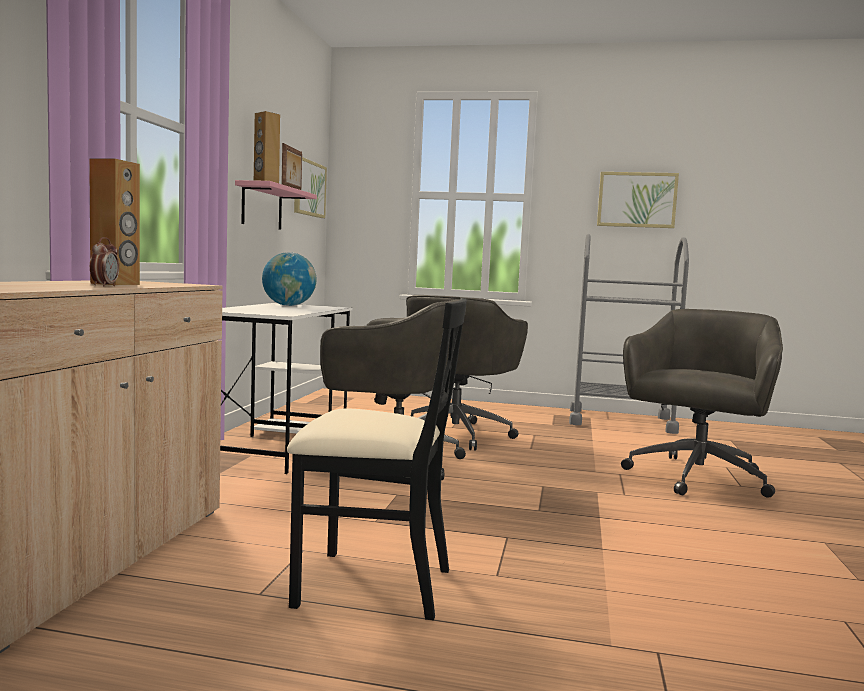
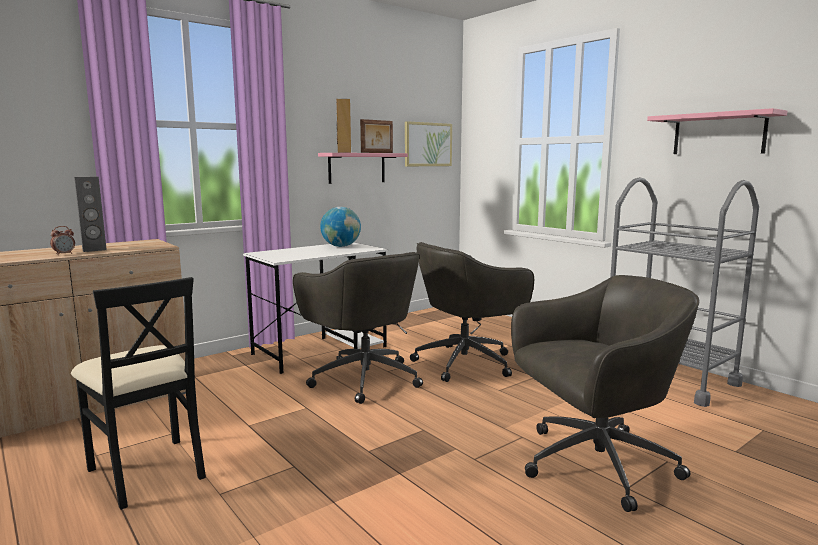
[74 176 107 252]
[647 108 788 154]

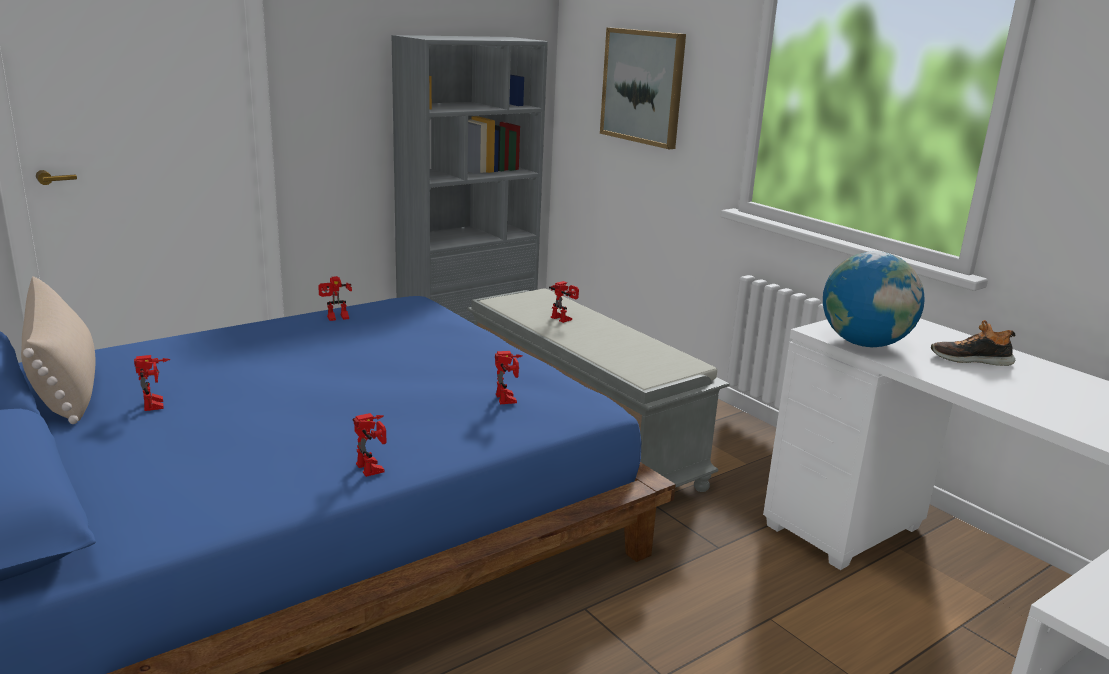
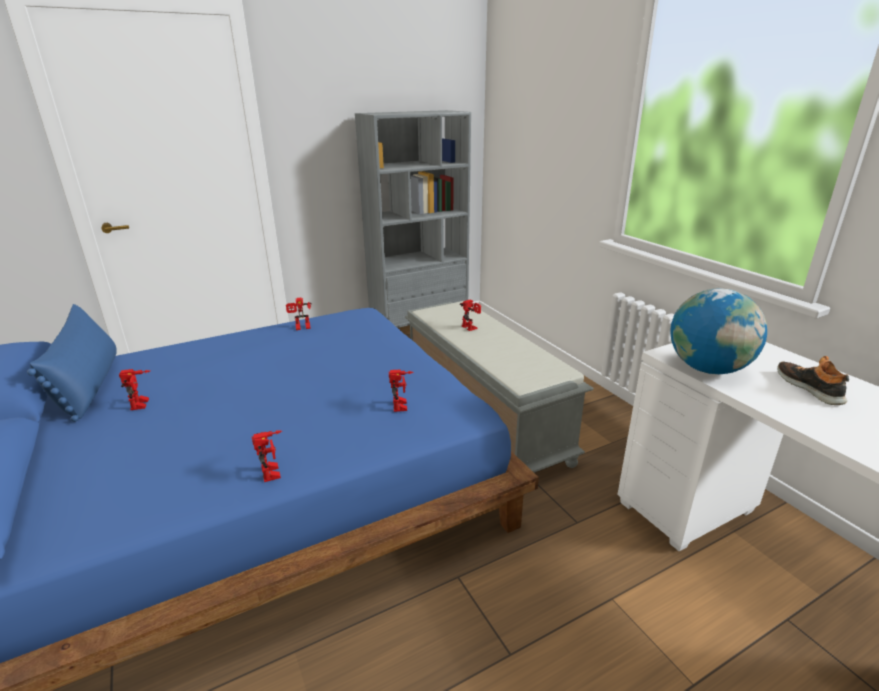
[27 304 117 422]
[777 356 849 405]
[600 28 686 149] (first image)

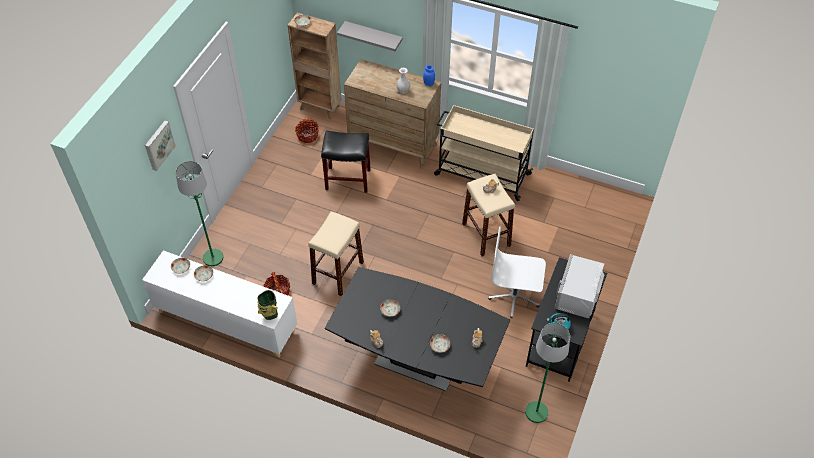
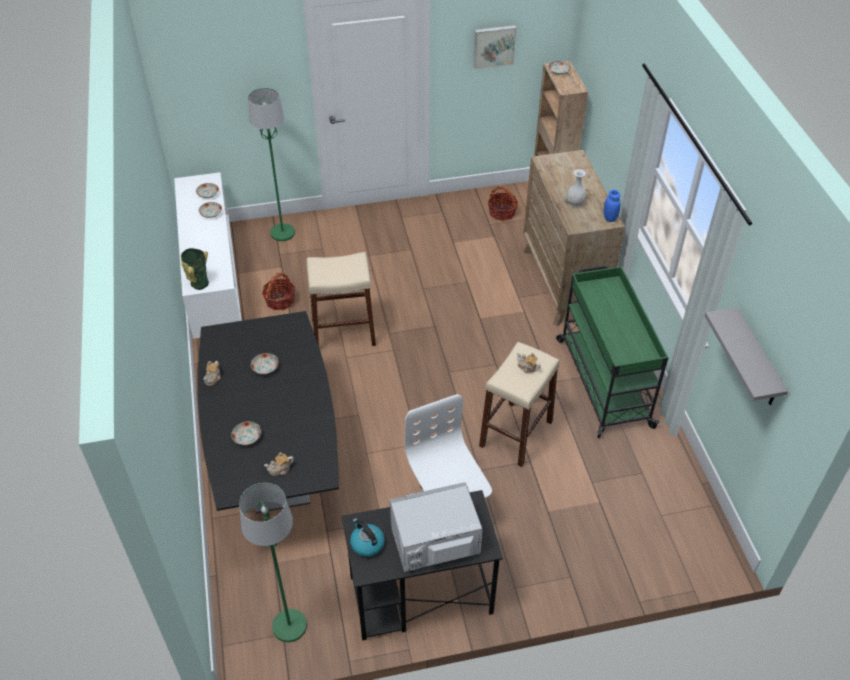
[473 25 516 69]
[556 265 668 438]
[705 307 788 405]
[321 131 371 193] (first image)

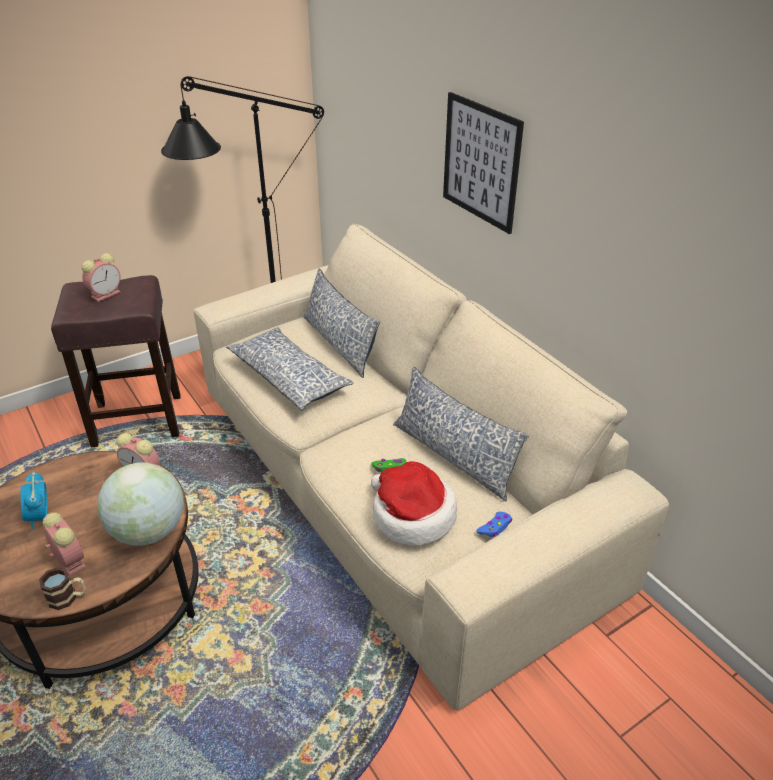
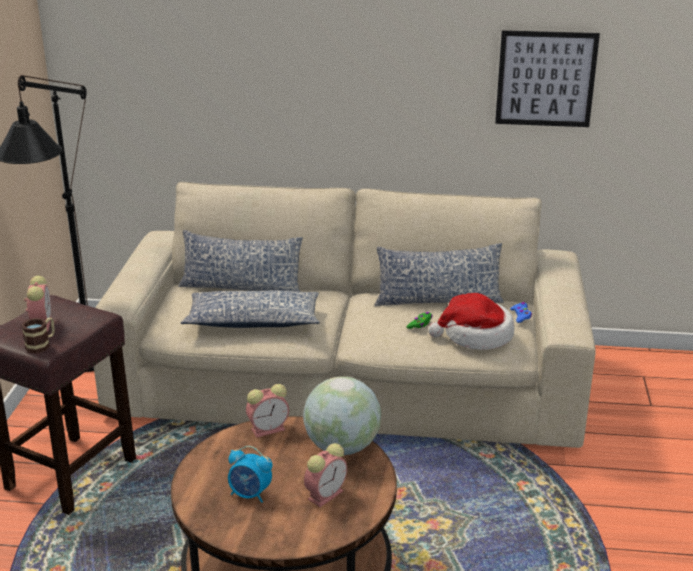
[21 318 55 353]
[304 443 347 507]
[495 30 600 127]

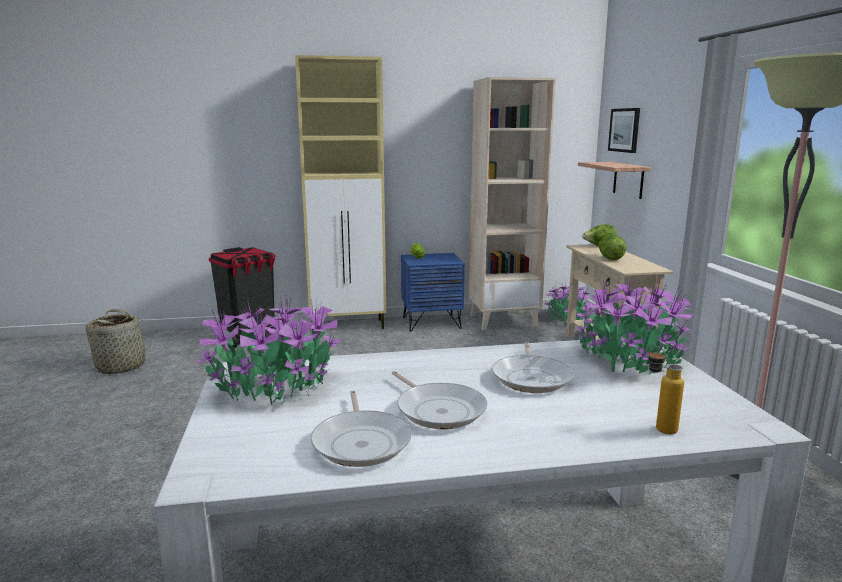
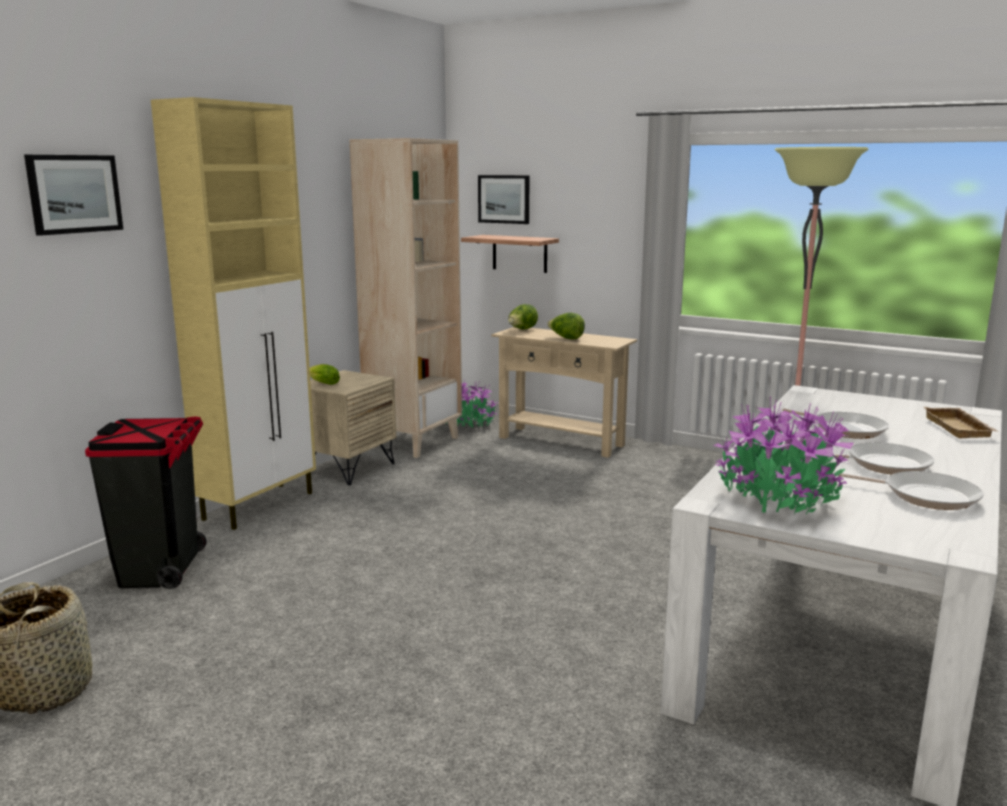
[24 155 123 236]
[310 370 396 485]
[924 407 997 438]
[575 279 694 375] (first image)

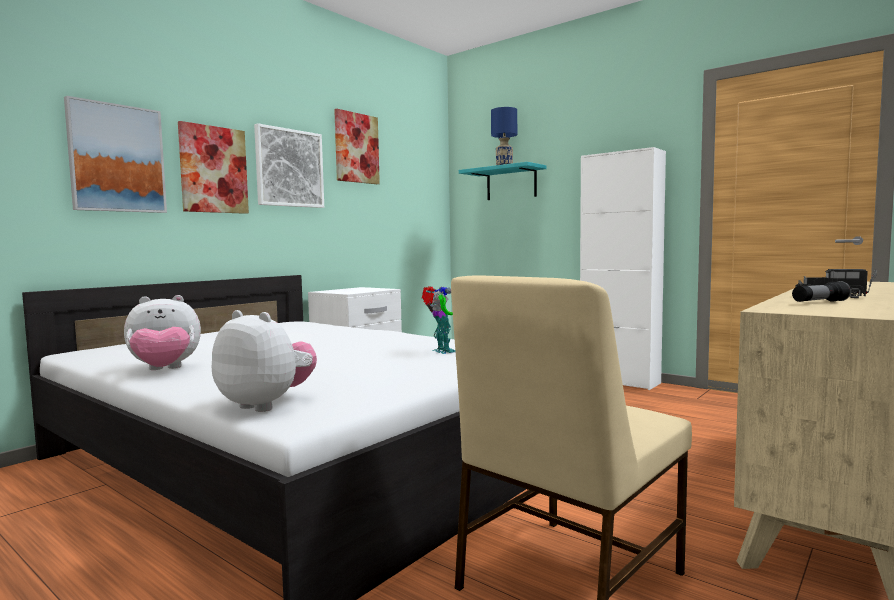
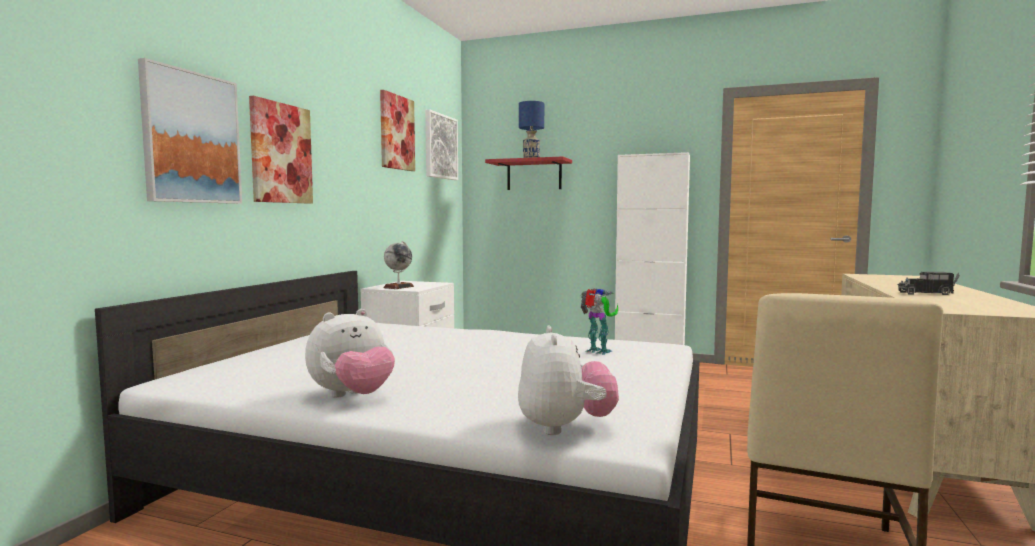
[383 241 414 289]
[425 109 458 180]
[485 156 572 190]
[518 326 619 435]
[792 281 851 302] (first image)

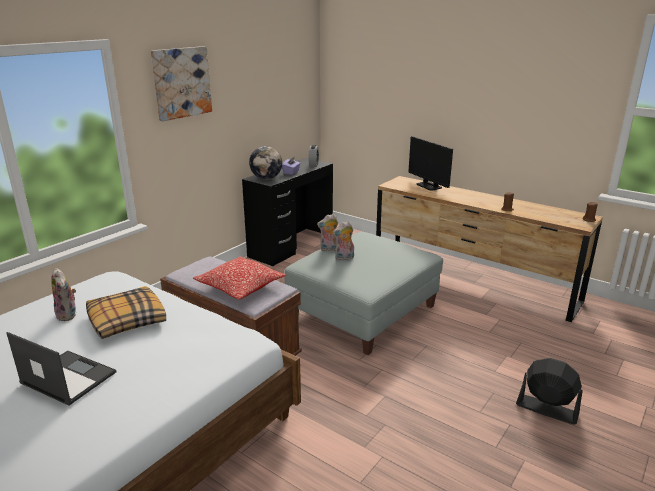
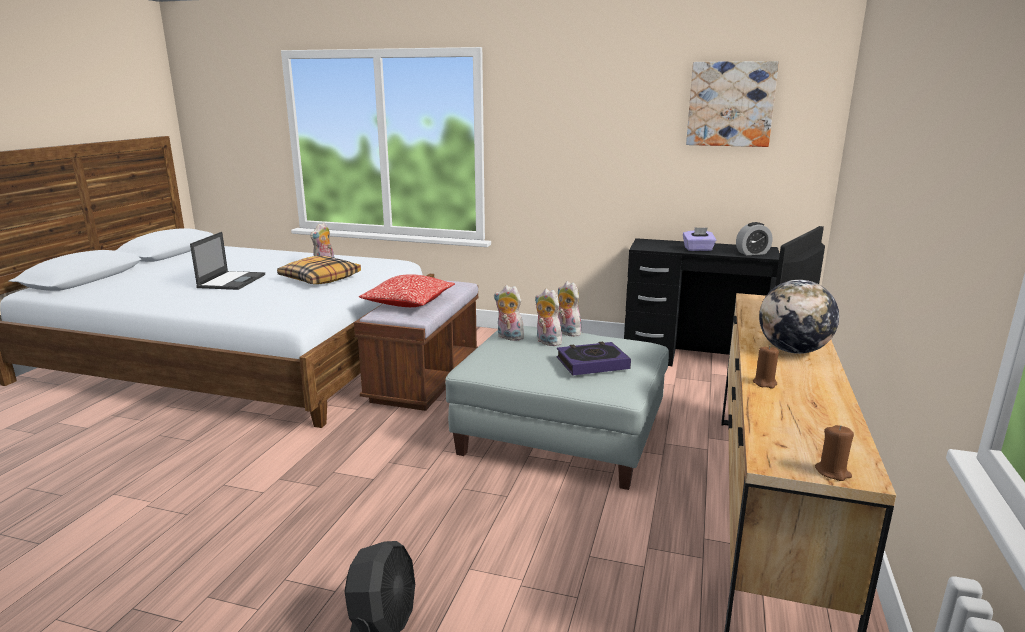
[494 285 524 341]
[557 342 631 375]
[686 61 779 147]
[759 280 839 354]

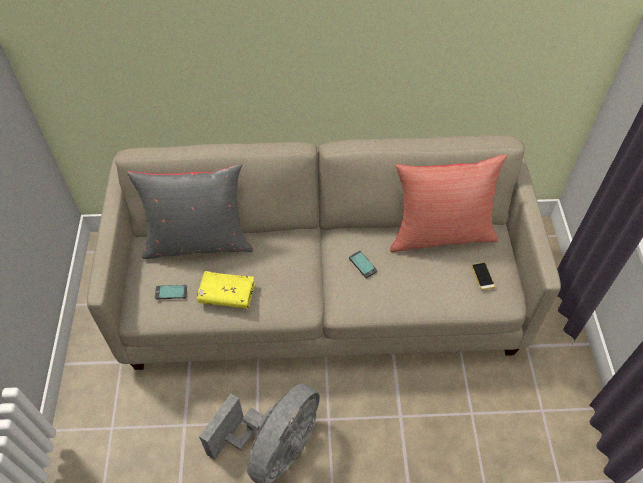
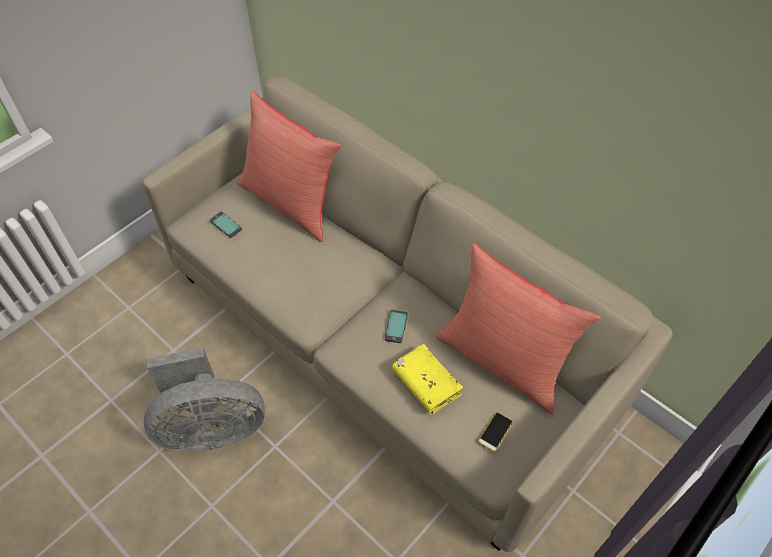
[237 91 341 242]
[391 344 463 414]

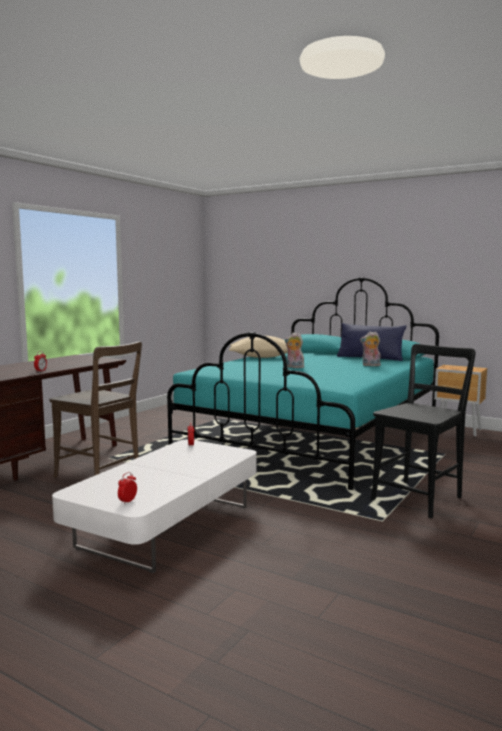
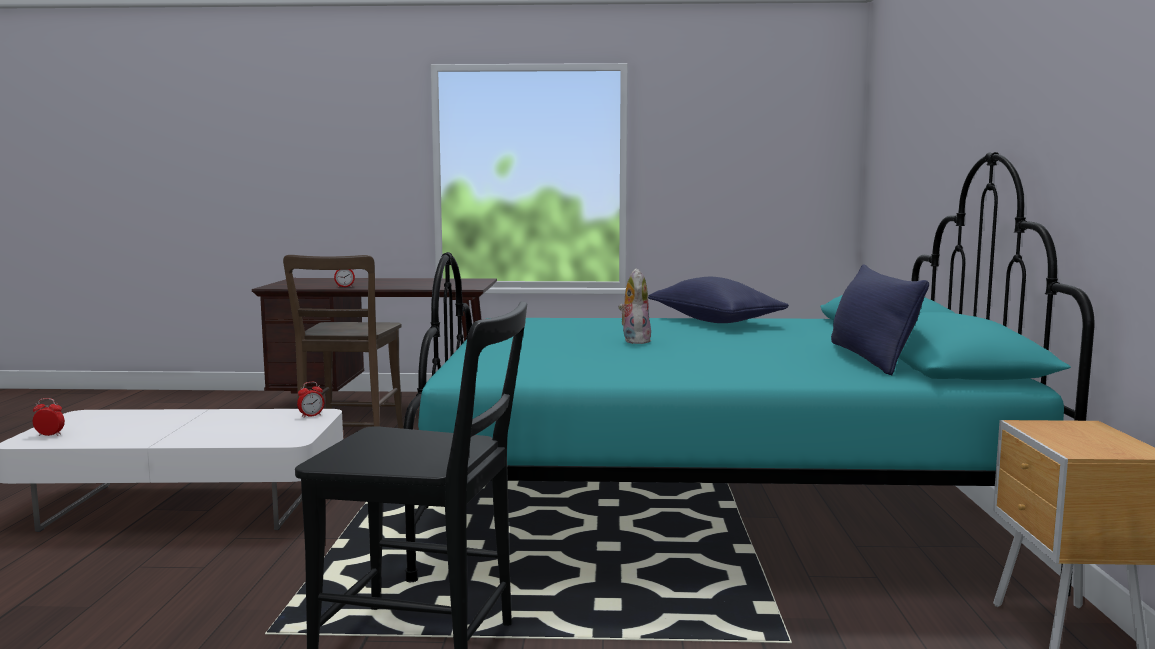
[648 277 789 323]
[360 331 381 366] (first image)

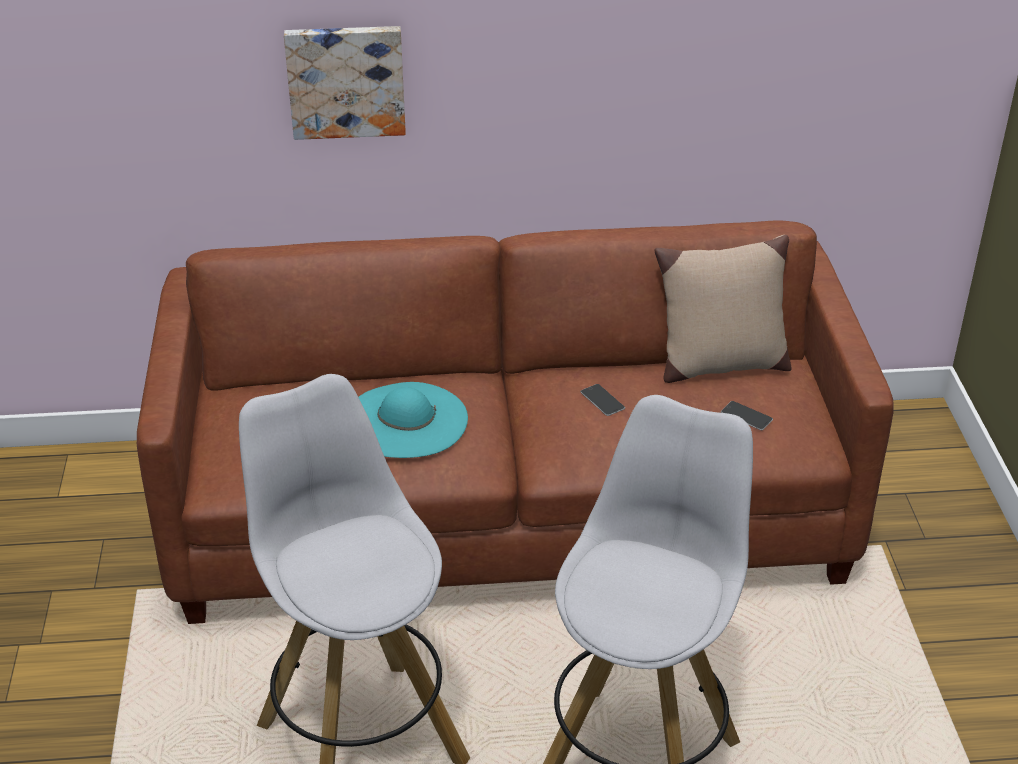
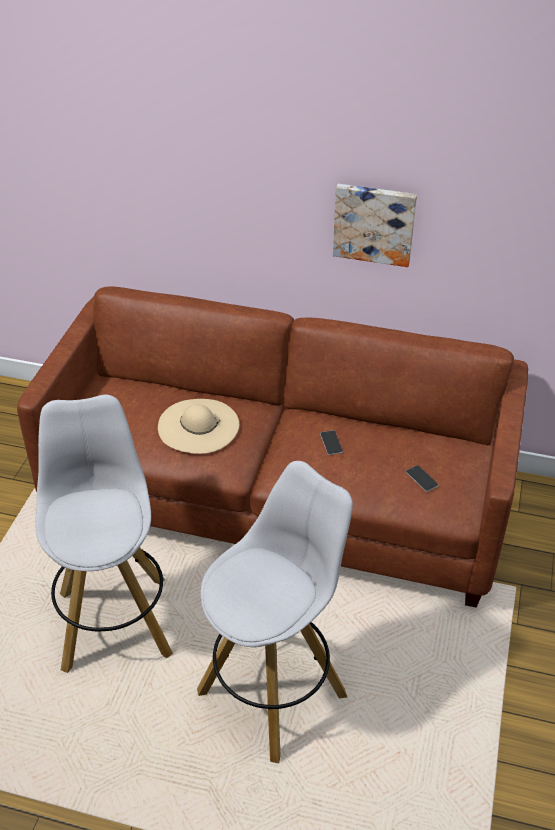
[158 399 239 454]
[333 184 417 267]
[654 235 791 383] (first image)

